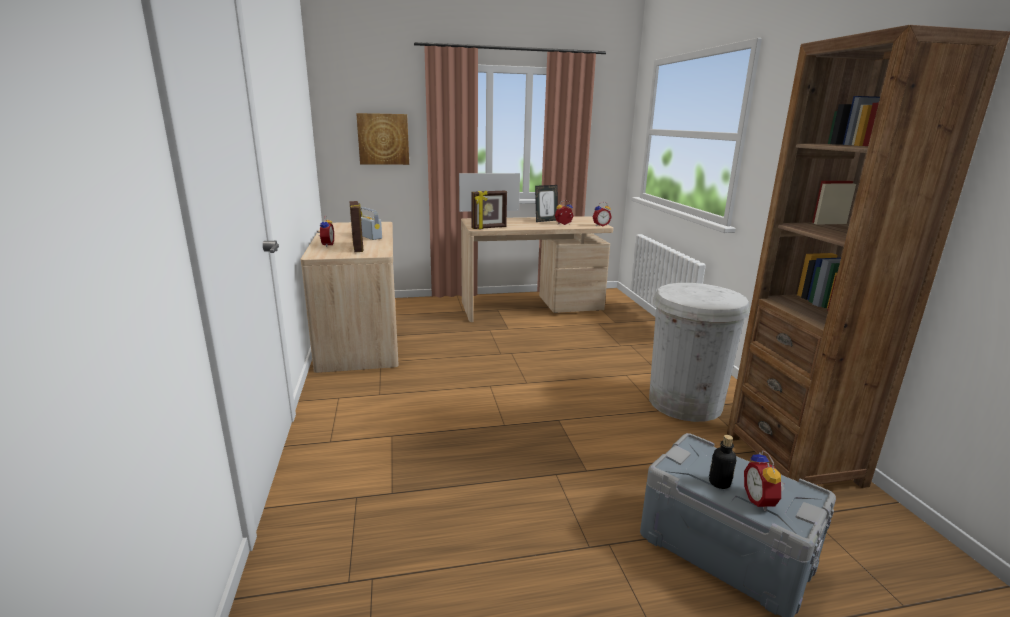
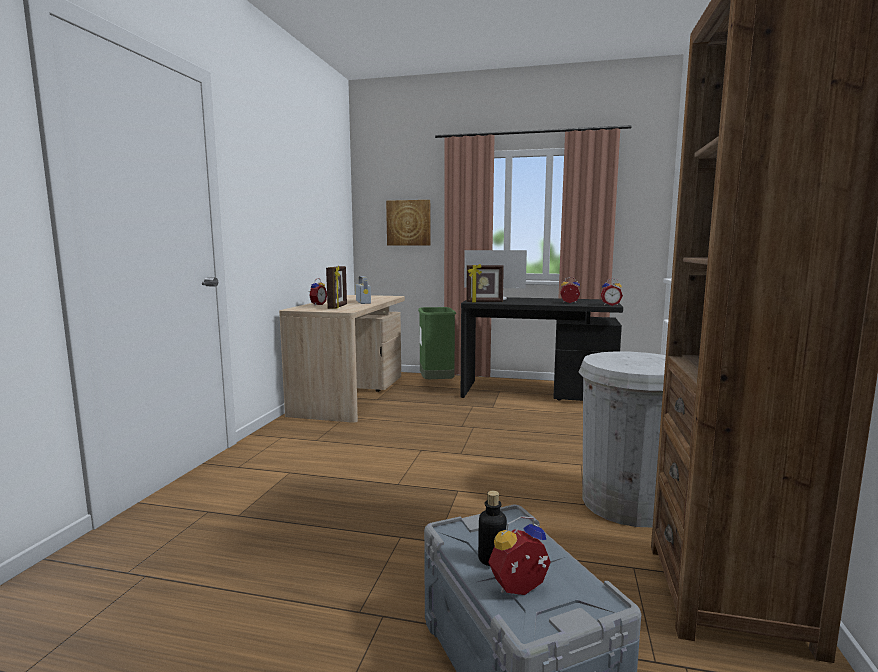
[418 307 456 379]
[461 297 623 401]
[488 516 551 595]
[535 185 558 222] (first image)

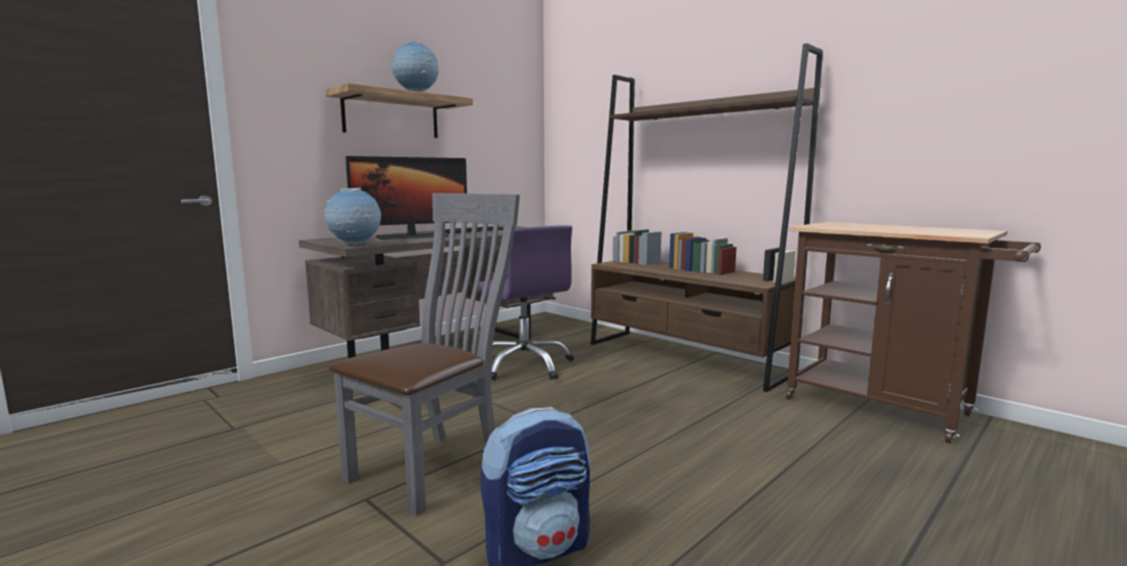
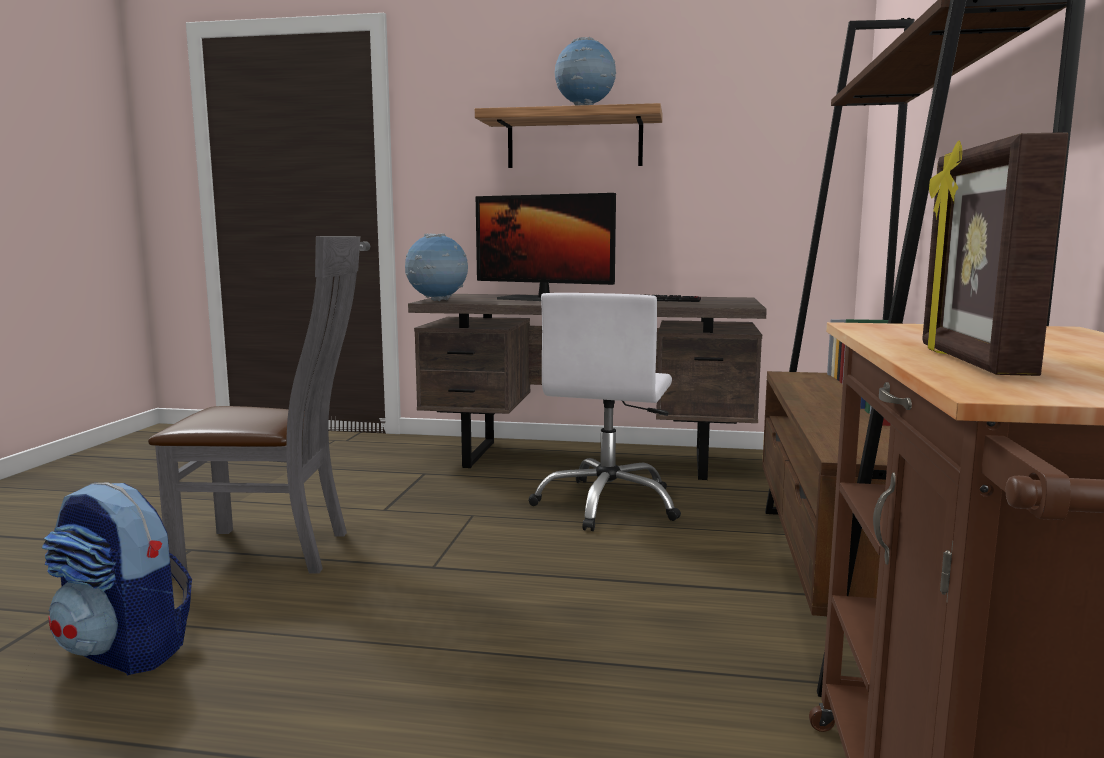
[529 293 681 531]
[923 132 1069 376]

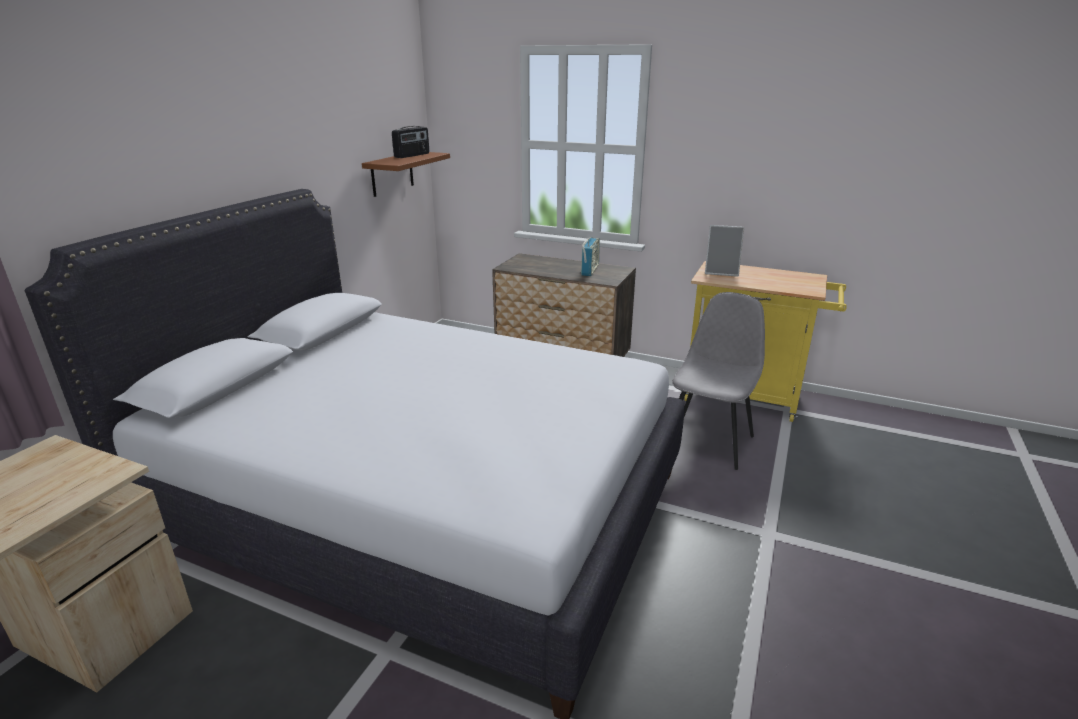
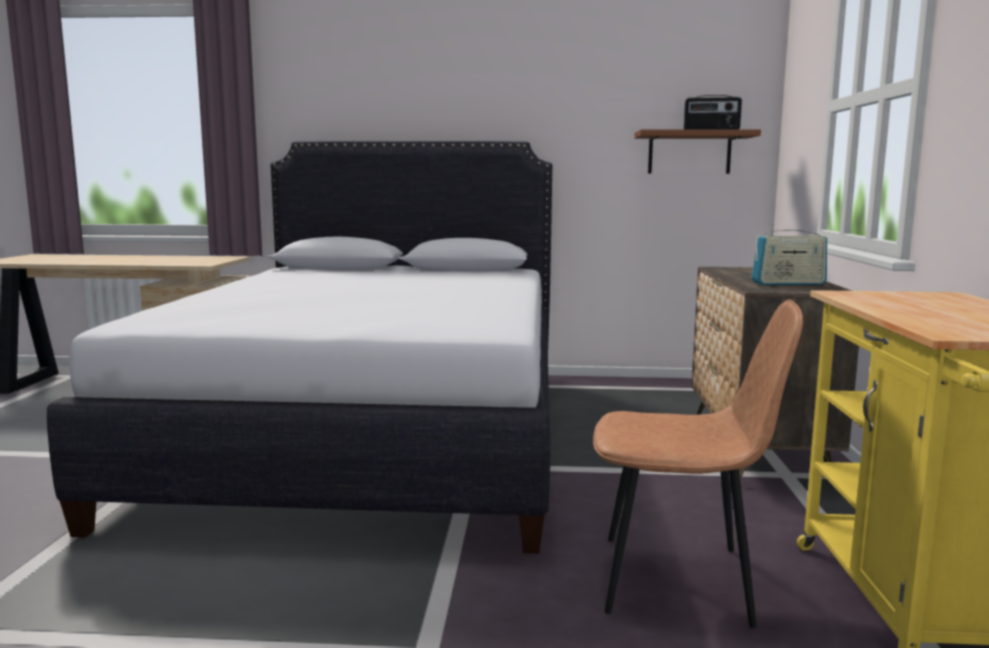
[593 299 803 628]
[705 225 744 277] (first image)

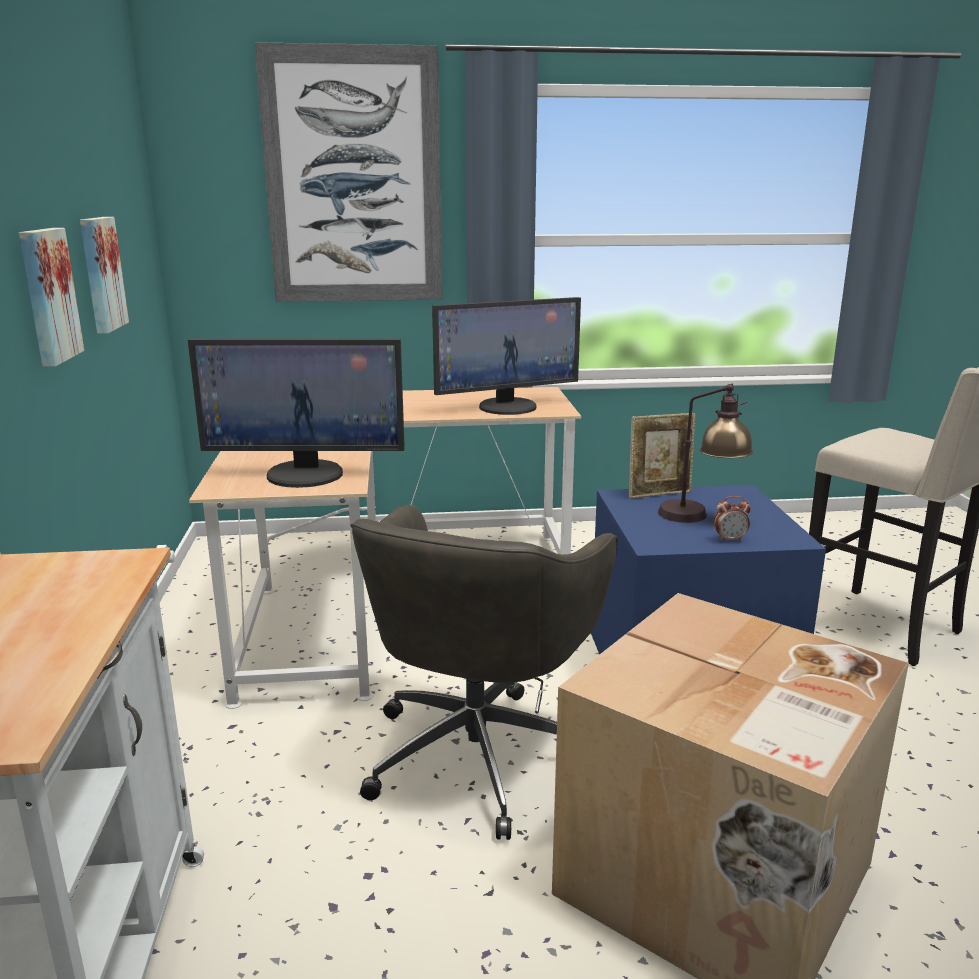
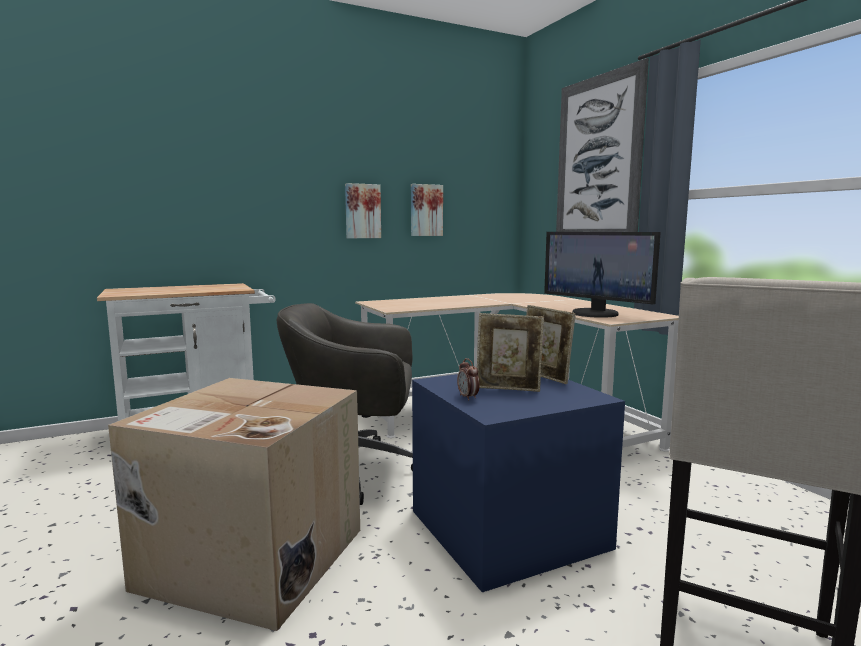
[477 313 544 392]
[188 339 405 488] (first image)

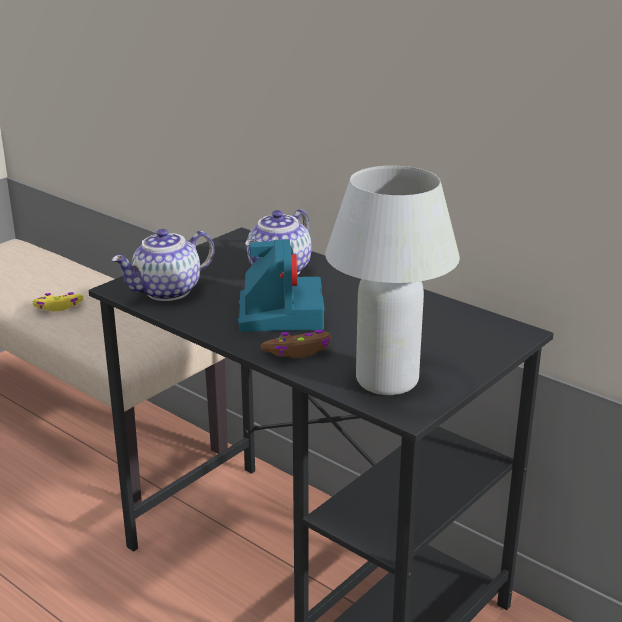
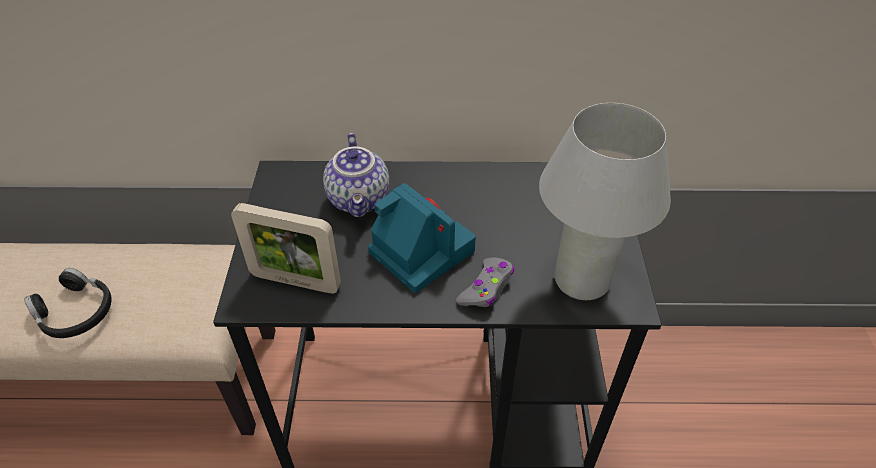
[24 268 112 338]
[231 203 341 294]
[456 257 514 307]

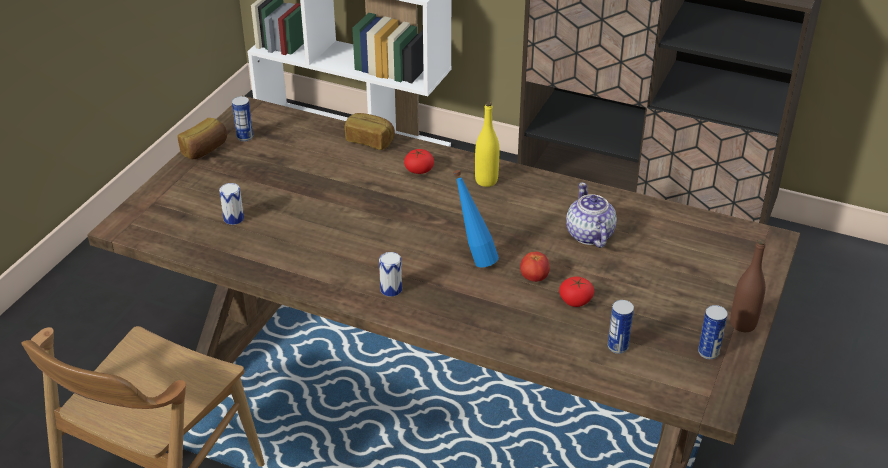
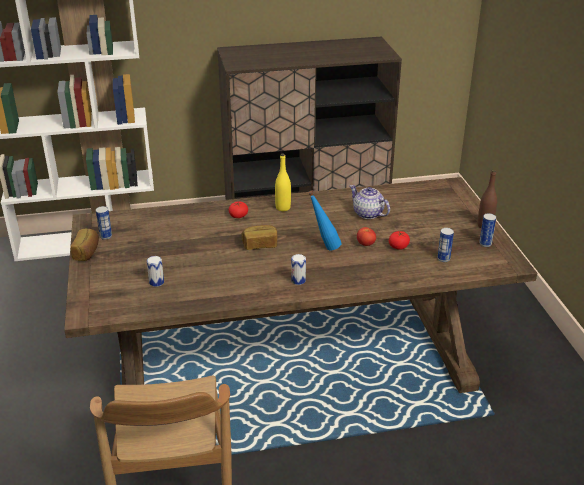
[241 225 277 250]

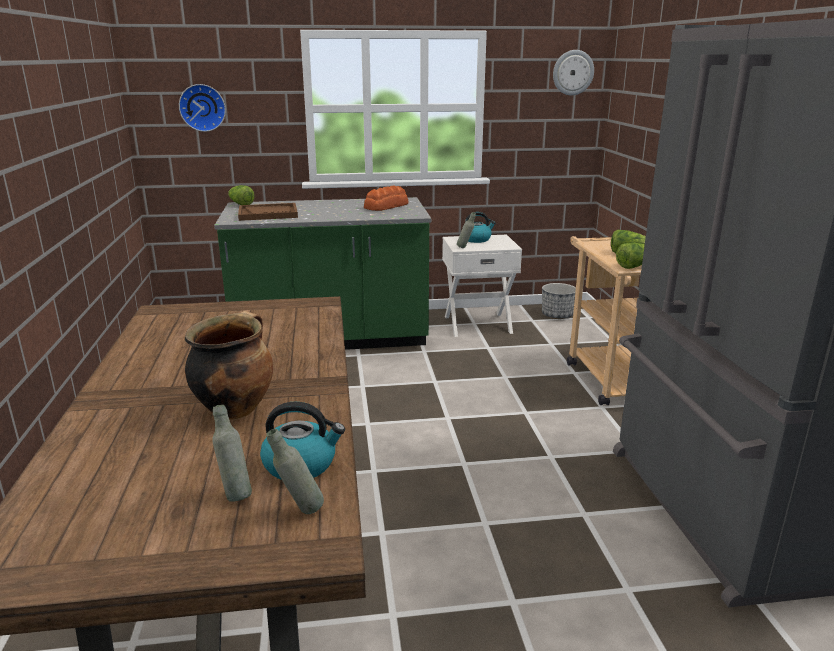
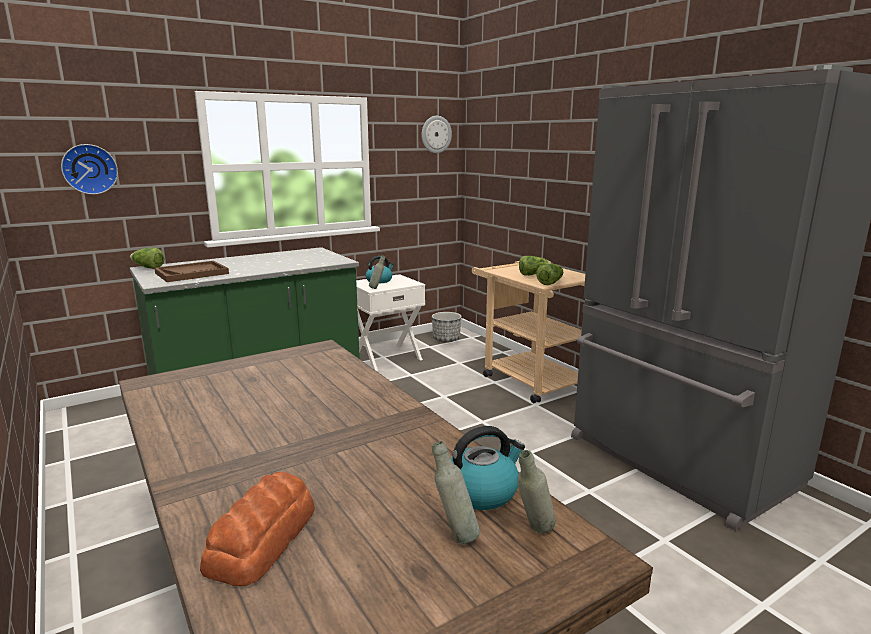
[200 472 315 586]
[185 311 273 420] (first image)

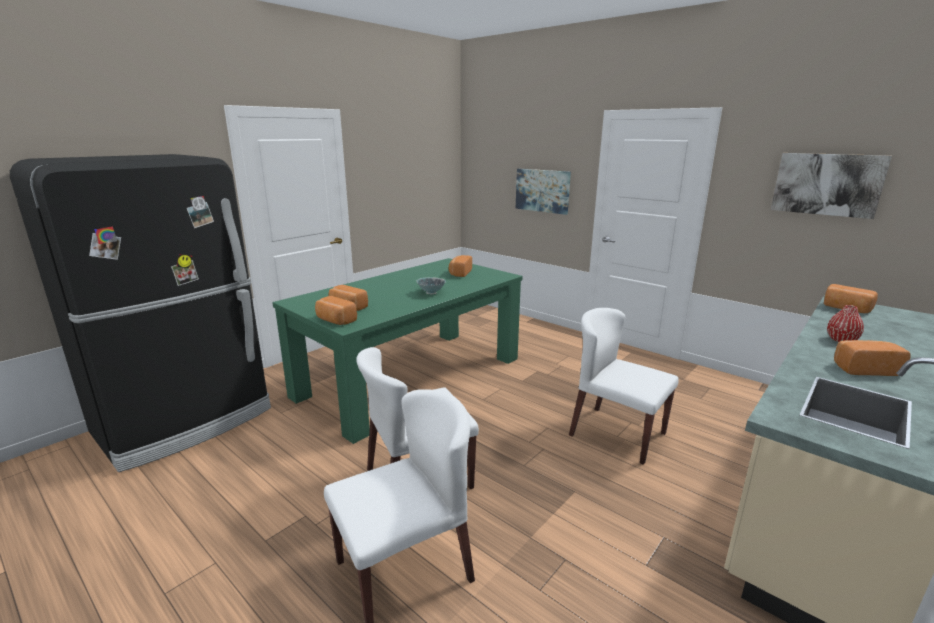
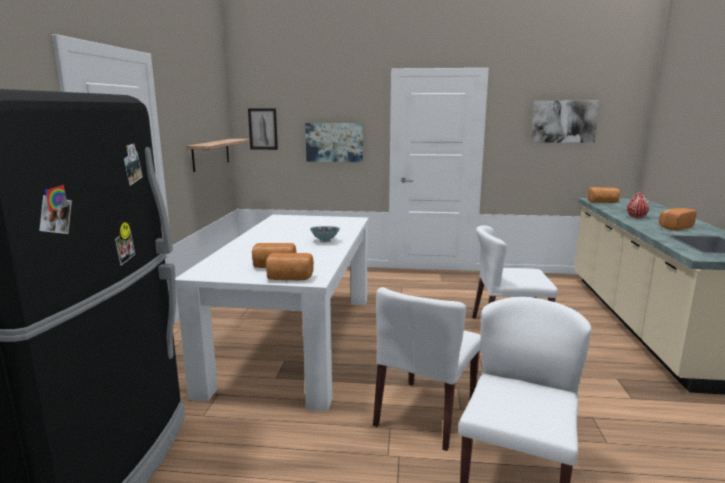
[175 215 369 412]
[187 139 249 172]
[248 108 278 150]
[449 255 472 277] (first image)

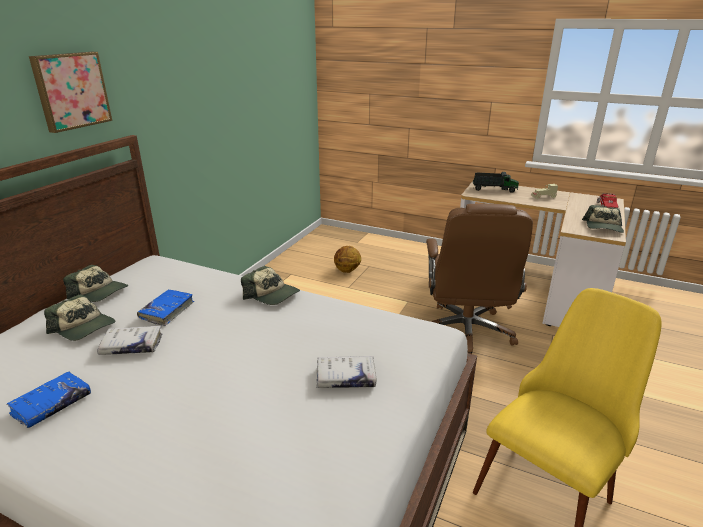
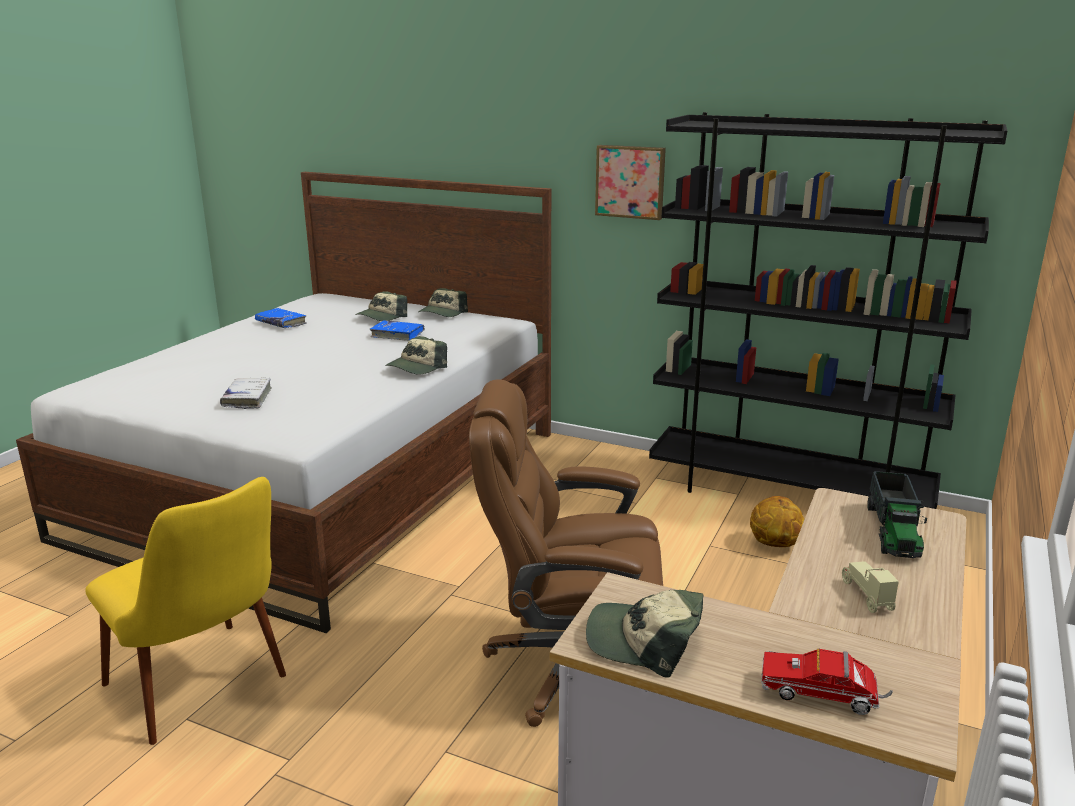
[595 145 666 220]
[649 112 1007 509]
[97 326 163 355] (first image)

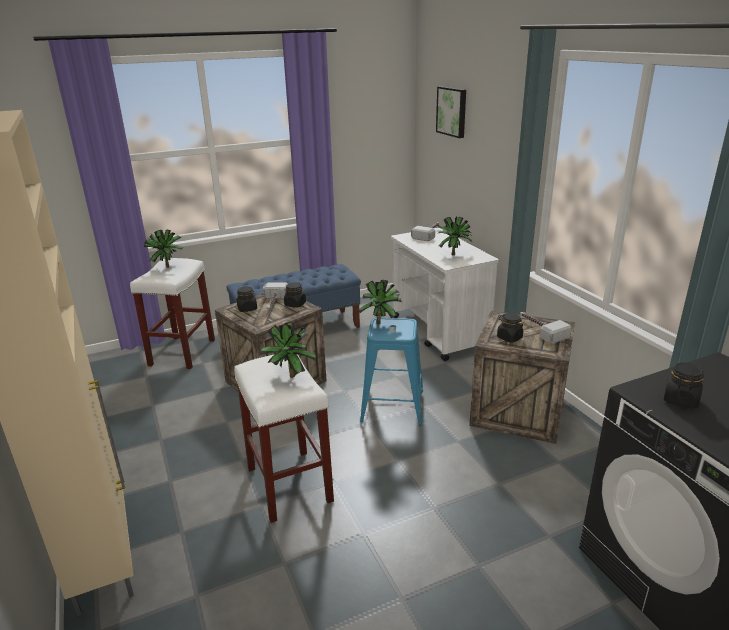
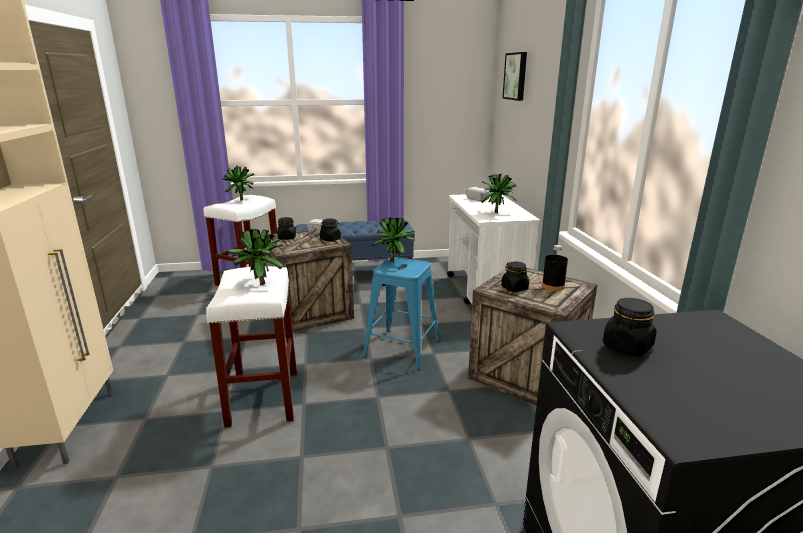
[542 245 568 291]

